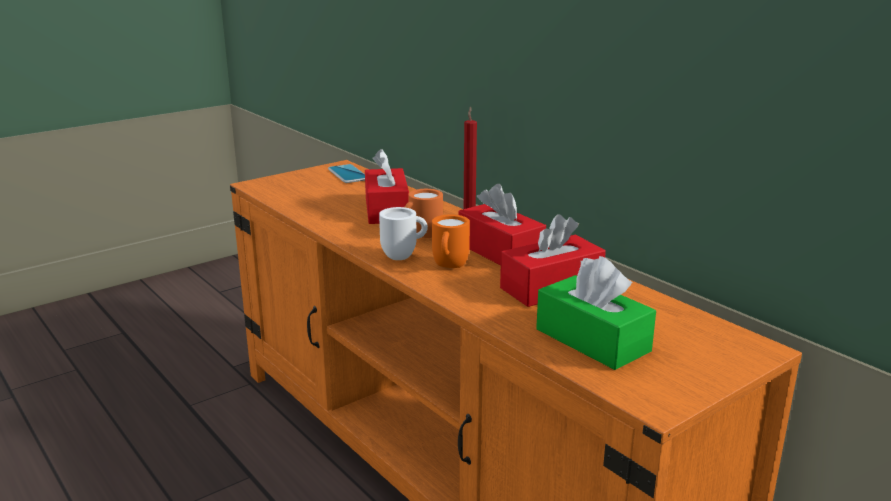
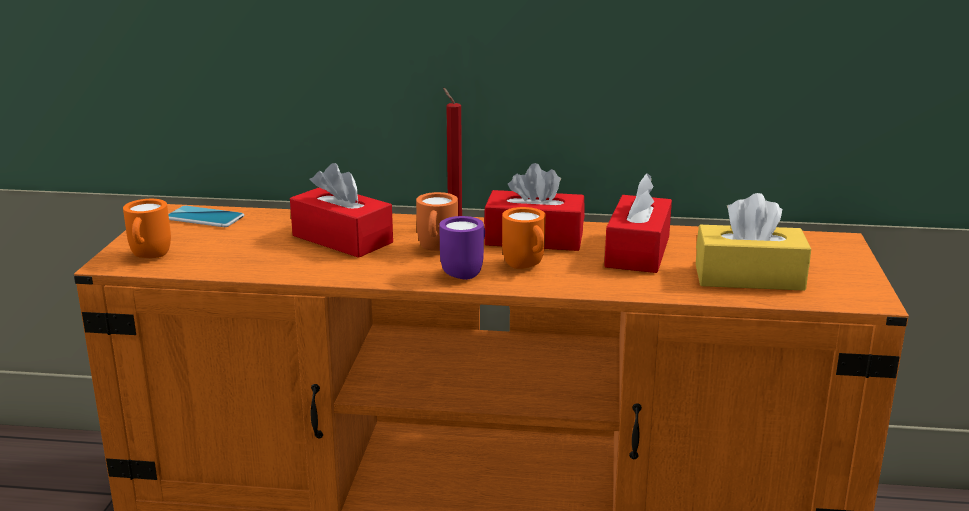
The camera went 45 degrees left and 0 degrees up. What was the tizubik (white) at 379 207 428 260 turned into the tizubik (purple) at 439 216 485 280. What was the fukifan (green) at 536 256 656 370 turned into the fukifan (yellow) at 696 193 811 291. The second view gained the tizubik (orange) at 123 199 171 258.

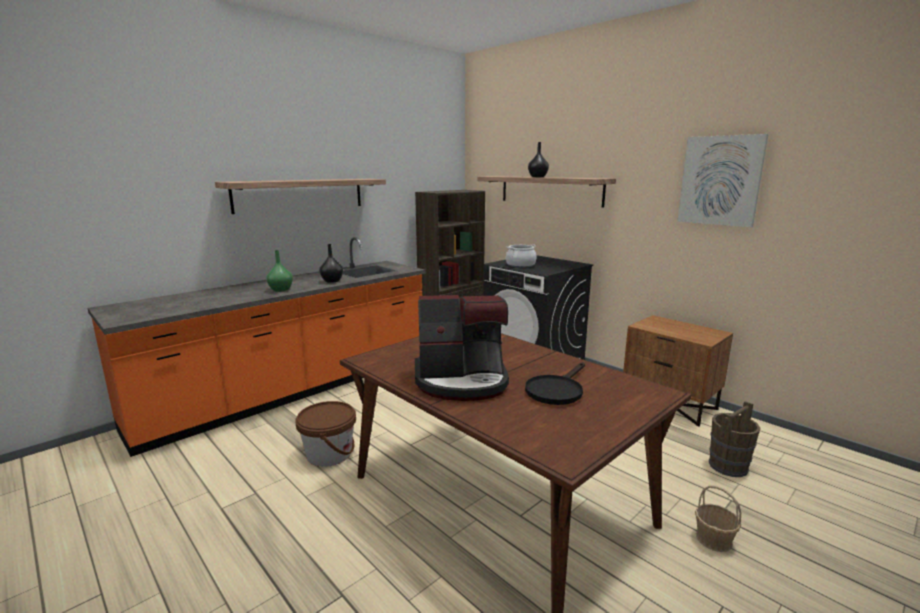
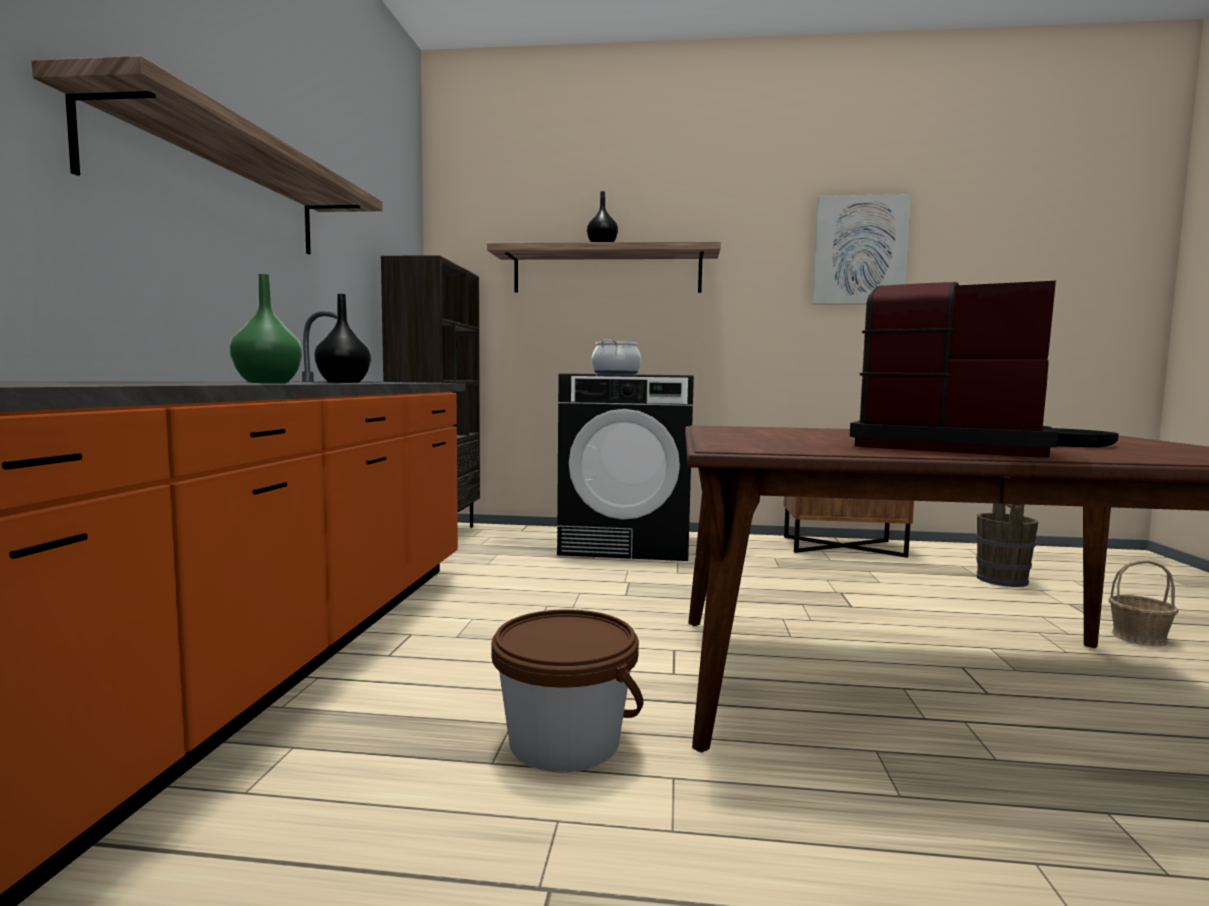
The camera went 40 degrees left and 10 degrees down. The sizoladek at 415 295 509 401 ended up facing another way, 105 degrees counterclockwise from before.

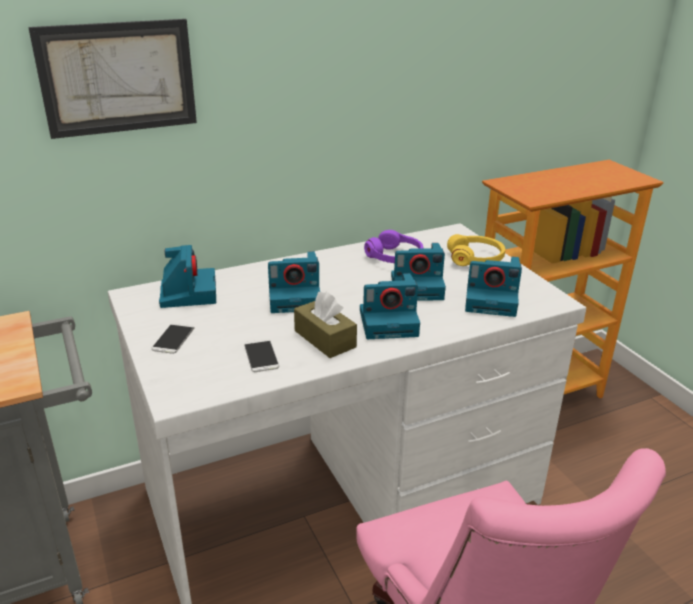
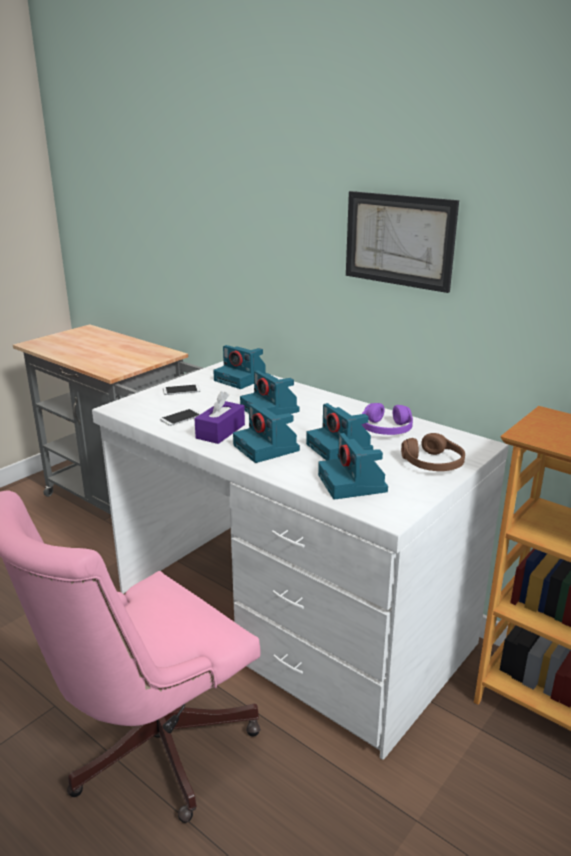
The camera went 65 degrees right and 5 degrees down. The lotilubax ended up elsewhere, having gone from 28 19 197 139 to 346 191 459 293. What was the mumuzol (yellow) at 447 234 505 266 turned into the mumuzol (brown) at 401 433 465 471. The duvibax at 159 245 216 308 ended up facing another way, 75 degrees clockwise from before. What was the fukifan (brown) at 294 292 357 358 turned into the fukifan (purple) at 194 392 245 444.

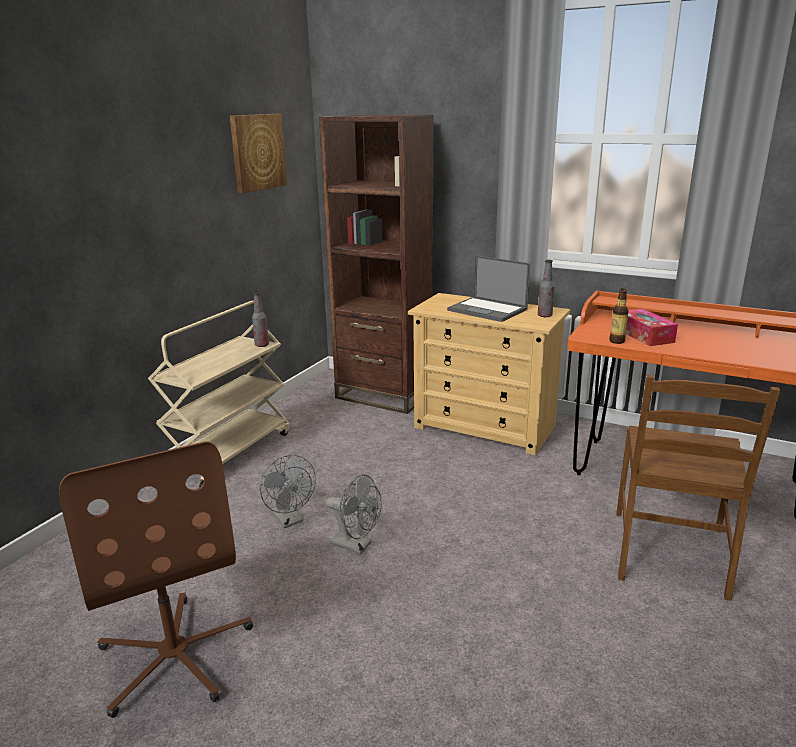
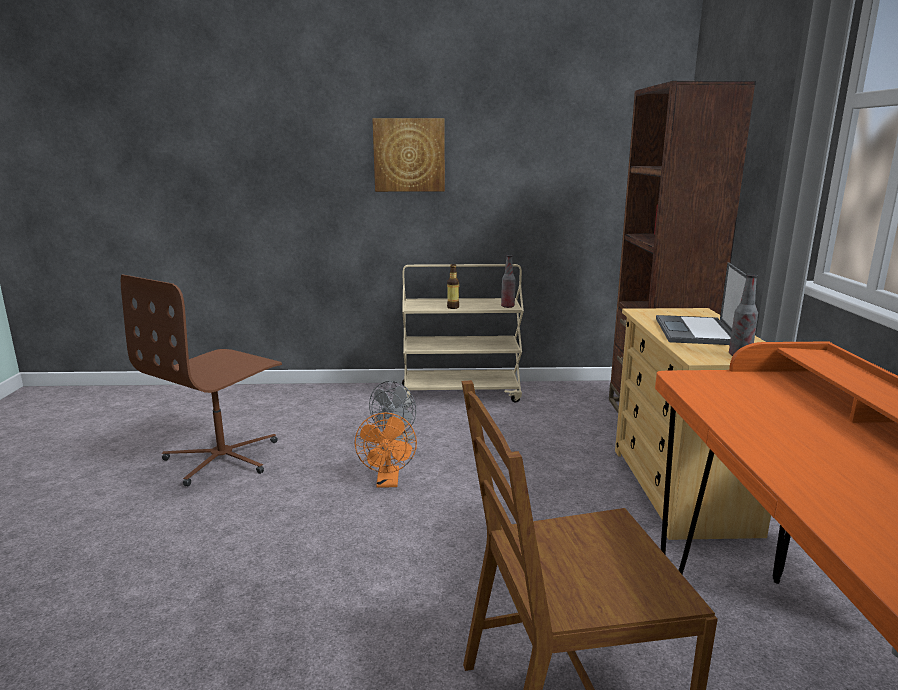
The camera went 60 degrees right and 5 degrees down. The lotilubax ended up elsewhere, having gone from 230 114 287 193 to 372 118 445 192. The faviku ended up elsewhere, having gone from 609 288 629 344 to 447 264 459 309. The second view lost the fukifan at 625 309 678 346. What was the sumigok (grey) at 325 475 382 554 turned into the sumigok (orange) at 355 413 417 488.

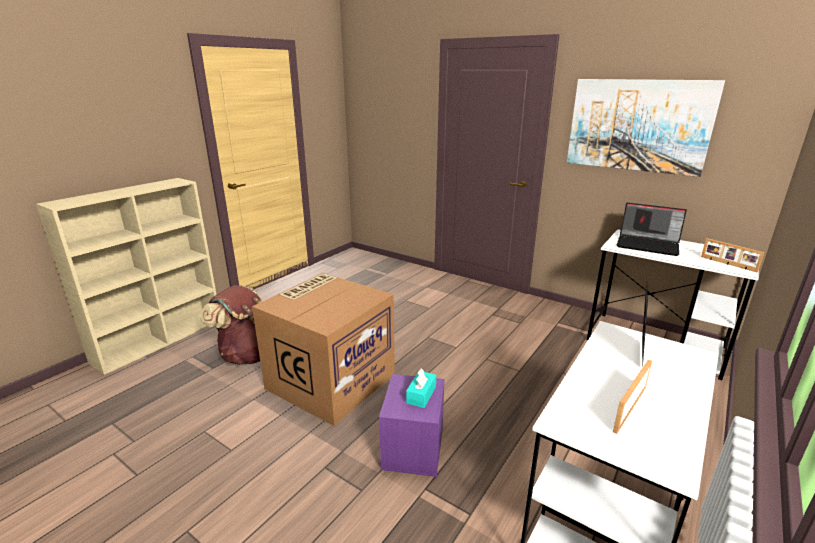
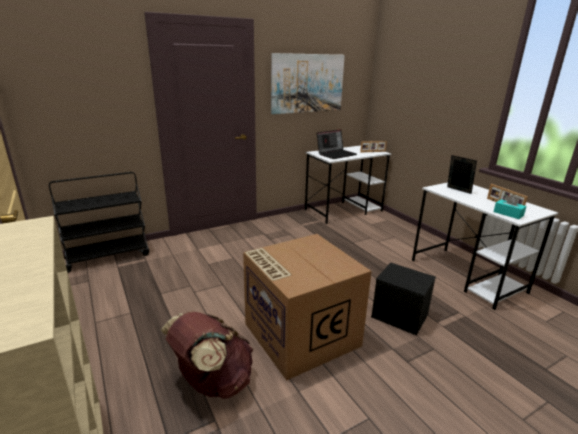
The camera went 65 degrees left and 0 degrees up. The fukifan (turquoise) ended up elsewhere, having gone from 406 369 436 408 to 493 195 527 219. What was the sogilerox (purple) at 379 374 445 477 turned into the sogilerox (black) at 371 262 436 336. The second view gained the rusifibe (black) at 49 172 149 273.

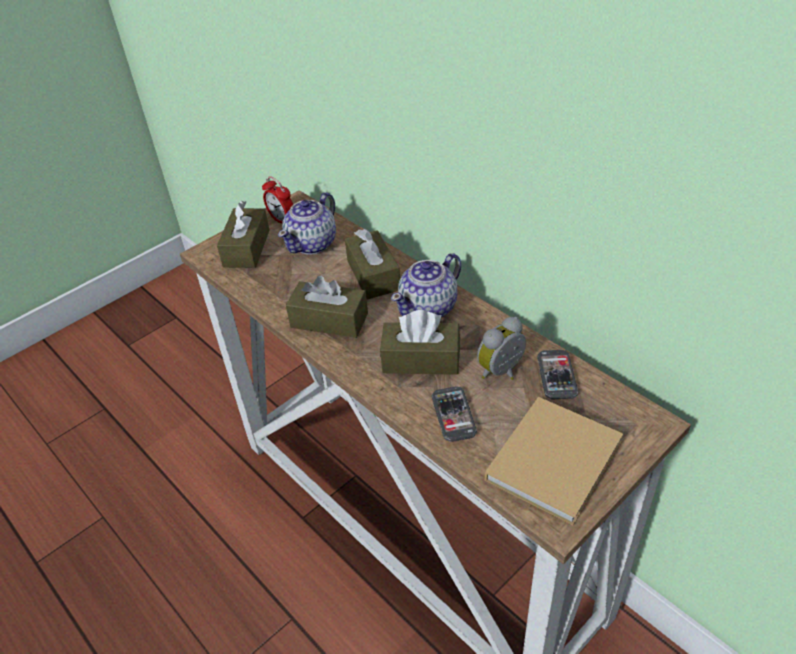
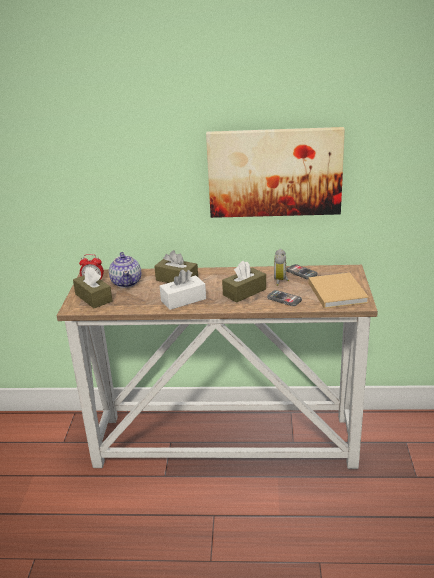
The camera went 45 degrees left and 15 degrees down. The second view lost the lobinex at 391 253 461 317. What was the fukifan (brown) at 286 276 368 338 turned into the fukifan (white) at 160 270 206 310. The second view gained the lotilubax at 206 127 345 218.

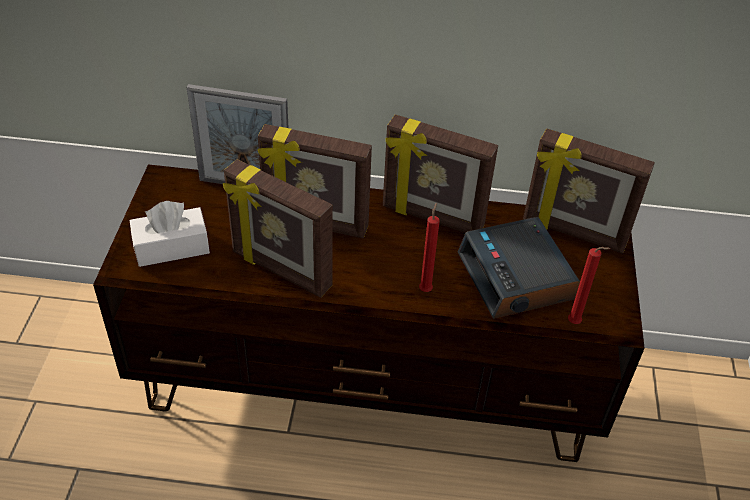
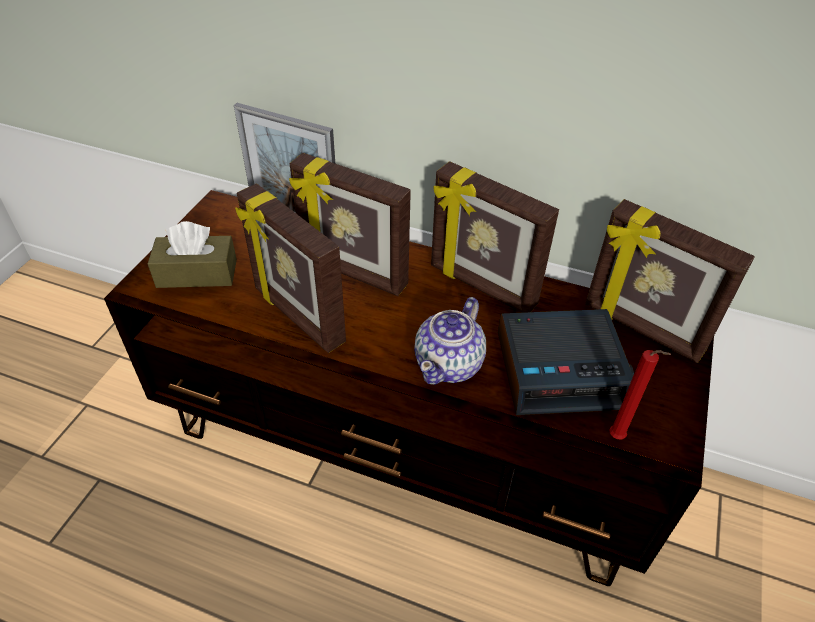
The camera went 15 degrees right and 0 degrees up. What was the fukifan (white) at 130 201 210 267 turned into the fukifan (brown) at 148 221 237 288. Where the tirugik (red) stood at 419 203 440 292, the lobinex came to stand at 414 297 486 385. The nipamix at 458 217 580 319 ended up facing another way, 90 degrees counterclockwise from before.

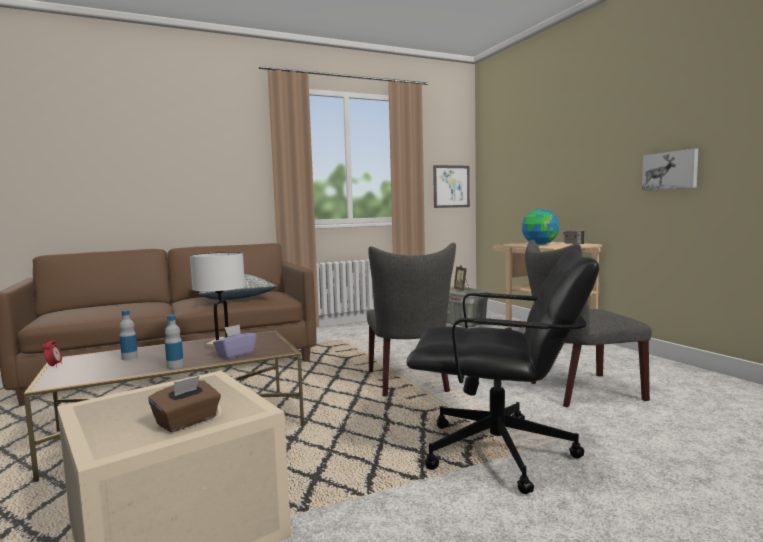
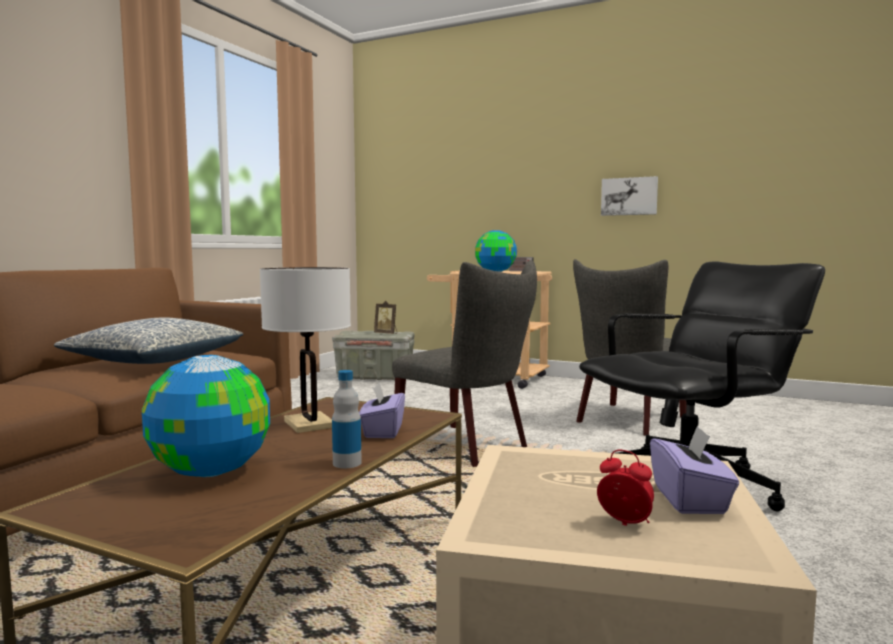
The camera went 40 degrees left and 0 degrees up. The second view lost the lotilubax at 433 165 470 208. Where the faviku stood at 119 310 138 360, the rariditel came to stand at 142 355 270 477. The nipamix ended up elsewhere, having gone from 42 337 62 368 to 597 450 654 526. What was the fukifan (brown) at 148 376 221 432 turned into the fukifan (purple) at 650 425 739 514.

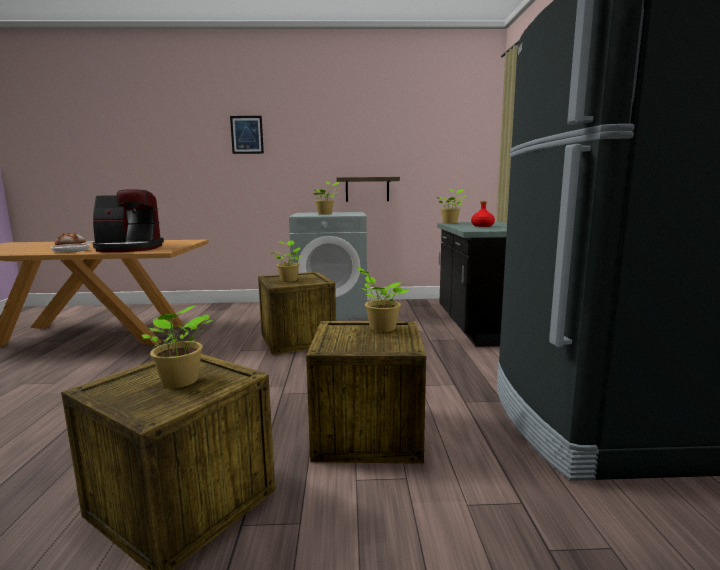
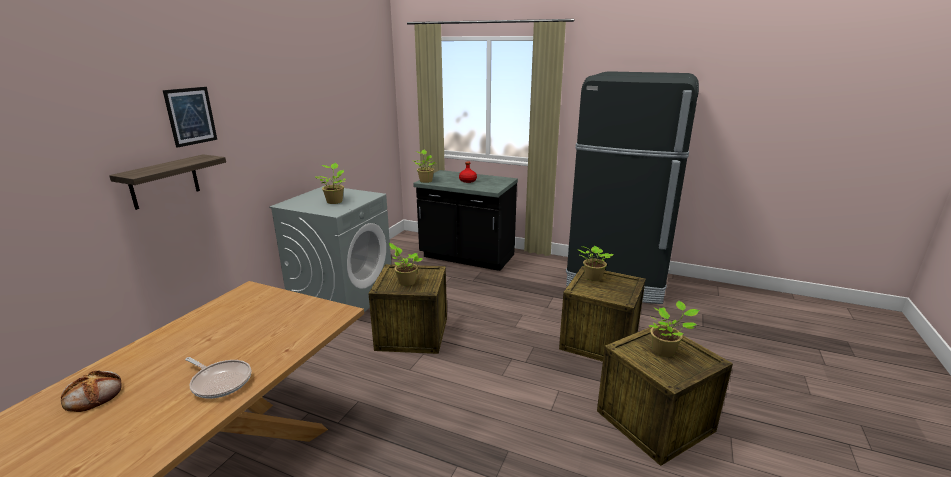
The camera went 65 degrees left and 10 degrees up. The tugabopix ended up elsewhere, having gone from 337 177 400 202 to 109 154 226 210. The second view lost the sizoladek at 93 189 164 252.

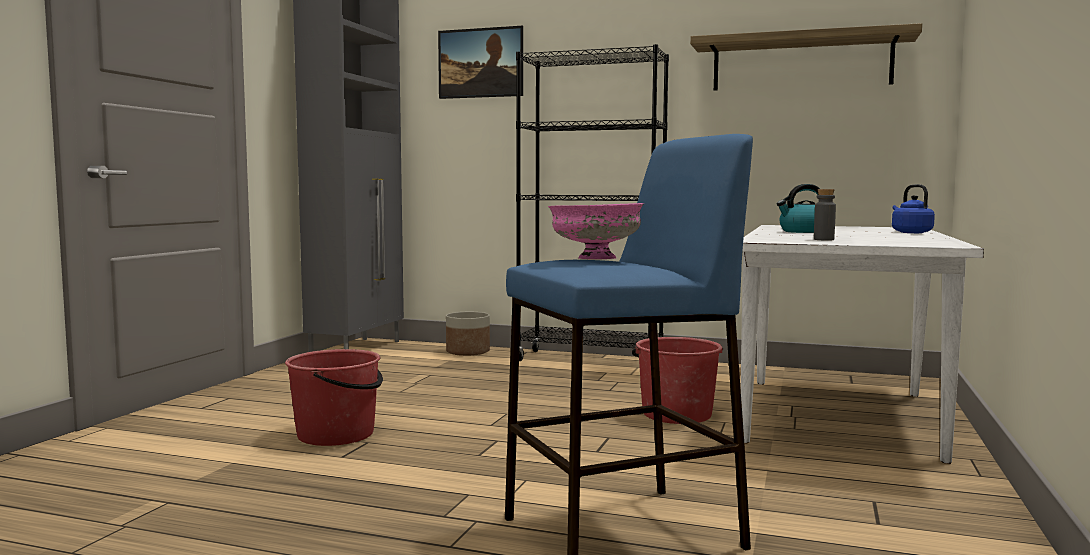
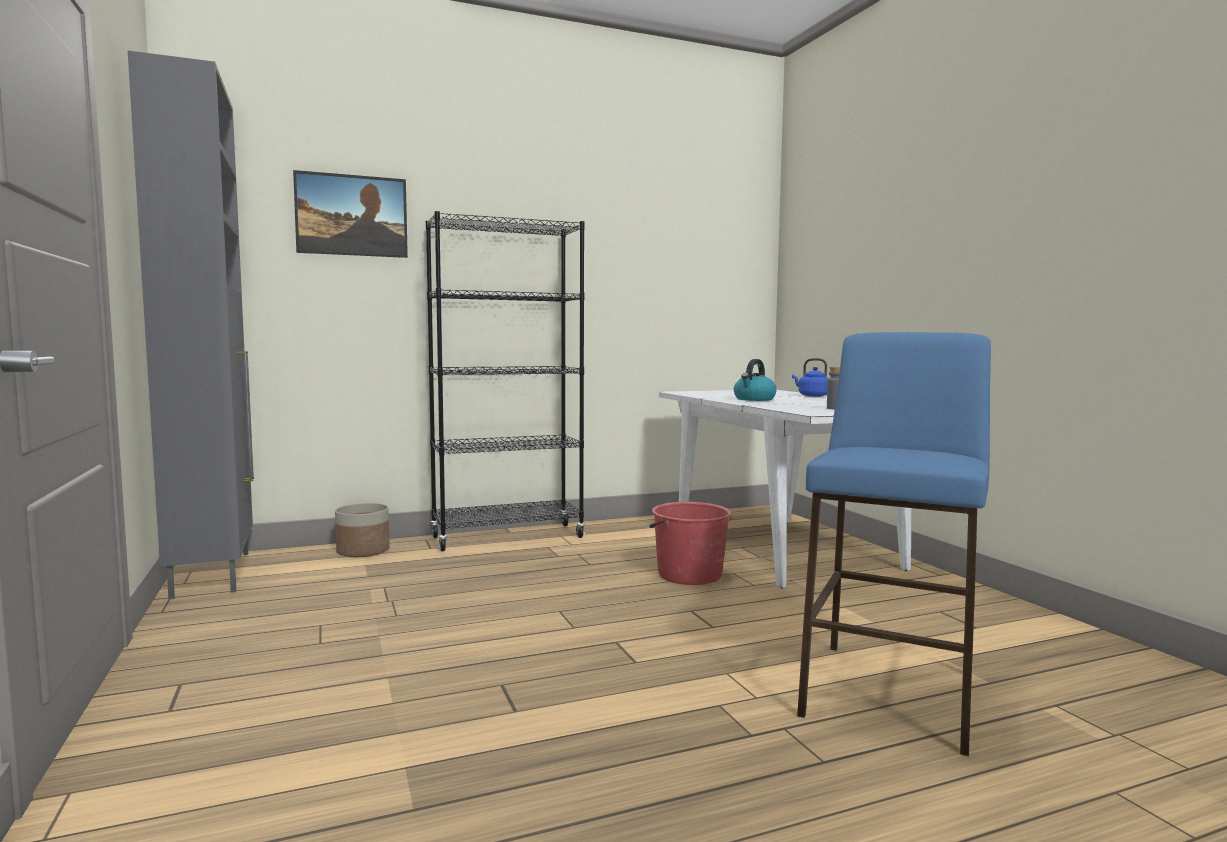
The camera went 40 degrees left and 0 degrees up. The second view lost the tugabopix at 690 23 922 91. The second view lost the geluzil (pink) at 548 203 644 259. The second view lost the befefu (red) at 285 349 383 446.

